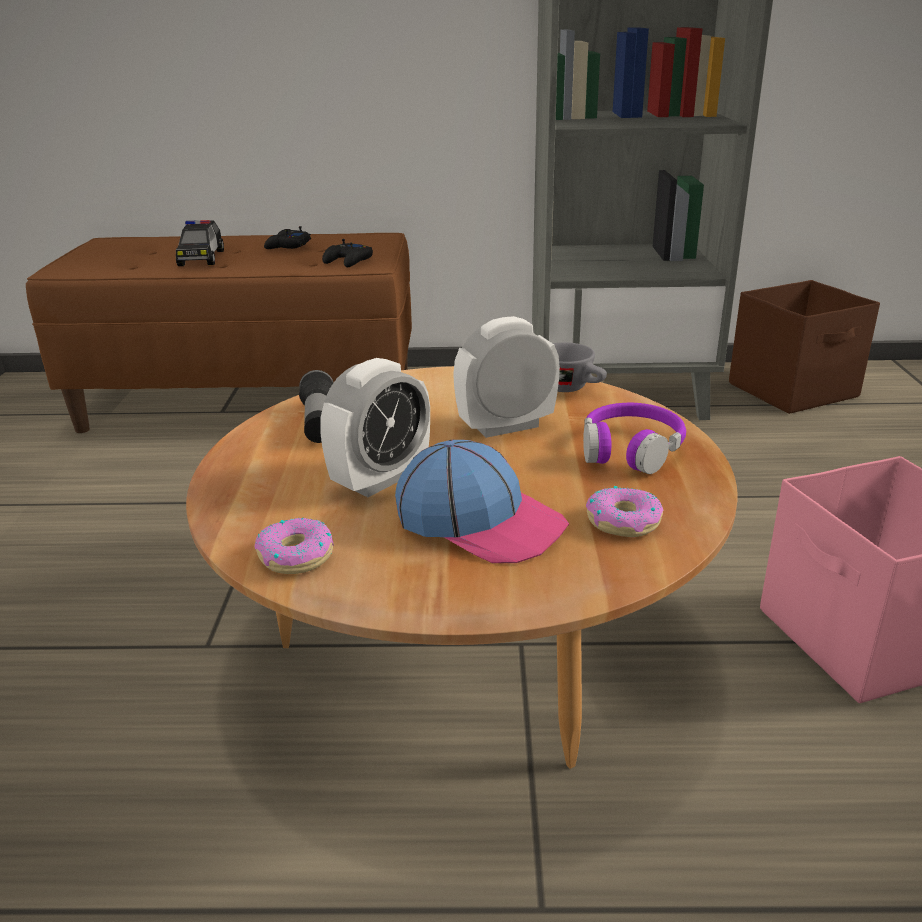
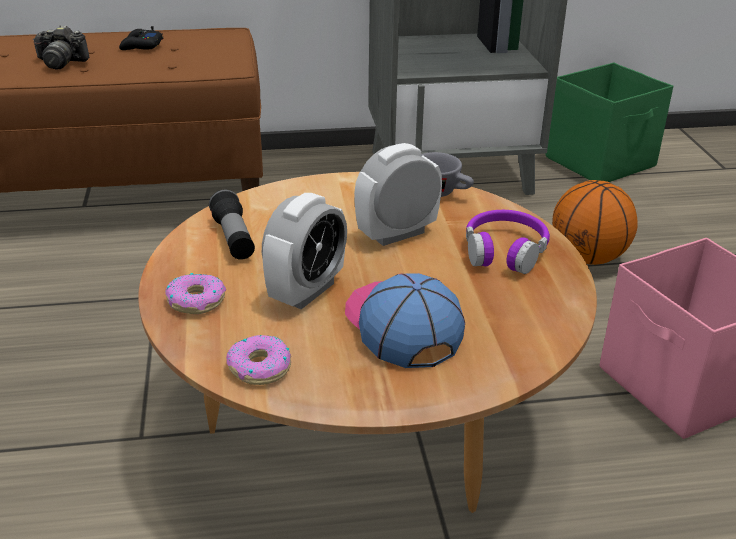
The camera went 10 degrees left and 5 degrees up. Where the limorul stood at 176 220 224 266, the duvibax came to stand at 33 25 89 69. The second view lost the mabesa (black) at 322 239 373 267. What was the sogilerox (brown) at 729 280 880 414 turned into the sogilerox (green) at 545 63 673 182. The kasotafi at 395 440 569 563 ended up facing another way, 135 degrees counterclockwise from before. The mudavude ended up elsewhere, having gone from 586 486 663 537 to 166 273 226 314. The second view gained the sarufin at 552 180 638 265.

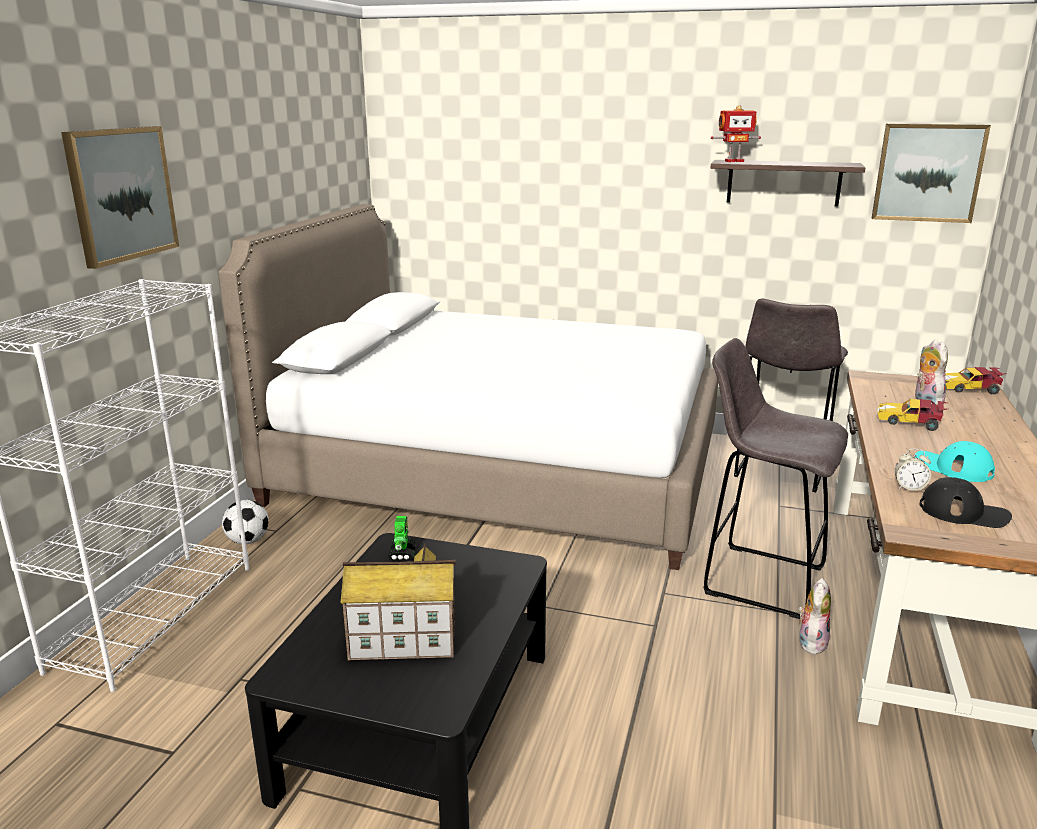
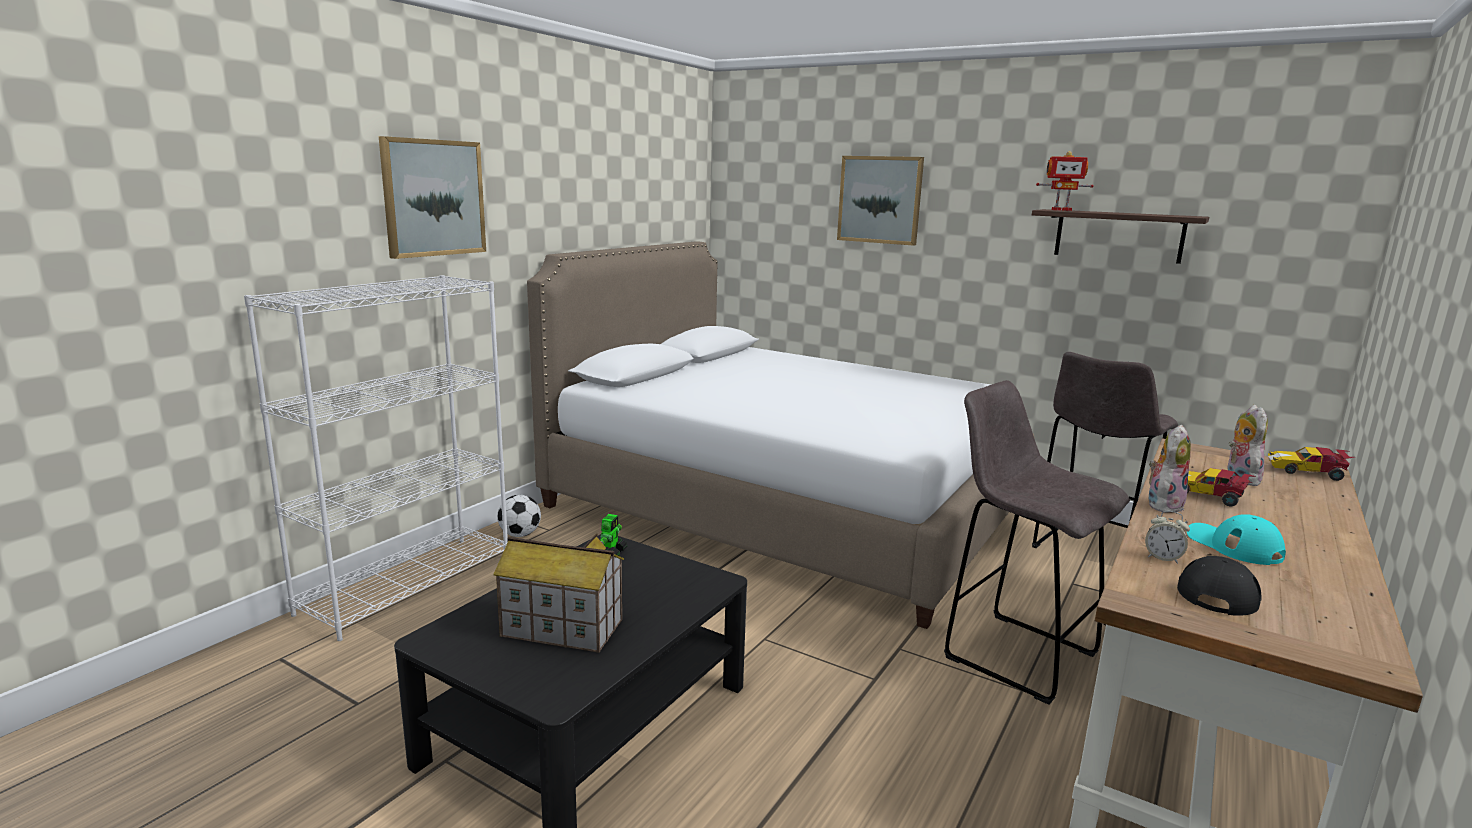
The camera went 15 degrees right and 5 degrees down. The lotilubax ended up elsewhere, having gone from 872 124 991 223 to 837 156 924 246. The kasotafi (black) at 920 477 1012 528 ended up facing another way, 90 degrees counterclockwise from before. The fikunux ended up elsewhere, having gone from 798 578 831 654 to 1149 425 1191 513.

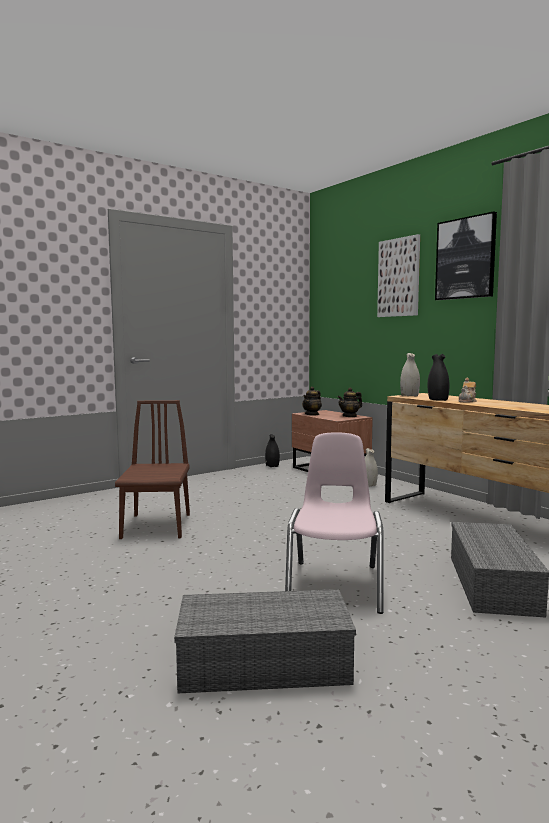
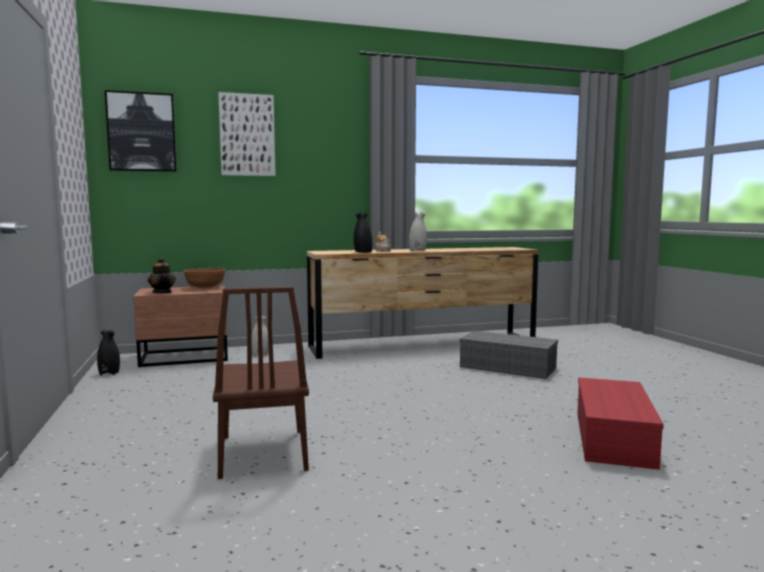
The camera went 70 degrees left and 0 degrees up. The lotilubax ended up elsewhere, having gone from 435 211 497 300 to 105 90 177 172. The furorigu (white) ended up elsewhere, having gone from 400 353 420 397 to 409 212 427 251. Where the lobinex stood at 338 387 362 417, the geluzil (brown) came to stand at 183 268 226 289. The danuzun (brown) at 115 400 190 539 ended up facing another way, 120 degrees counterclockwise from before. The second view lost the danuzun (pink) at 285 432 384 614. What was the sogilerox (grey) at 174 589 356 694 turned into the sogilerox (red) at 577 377 664 470.

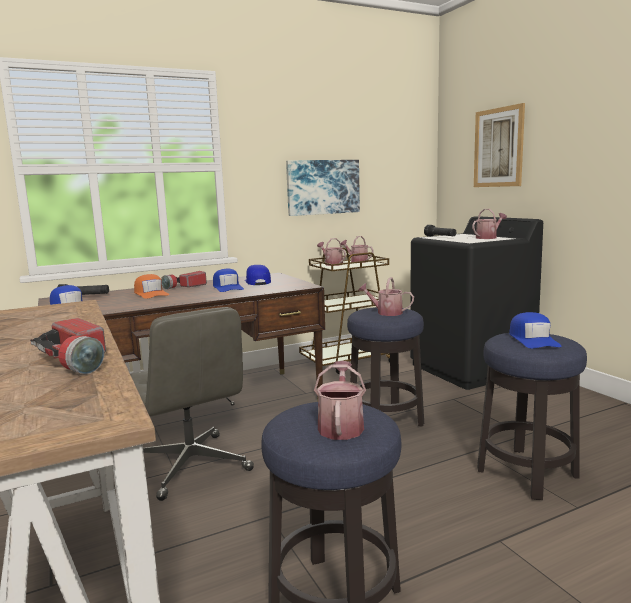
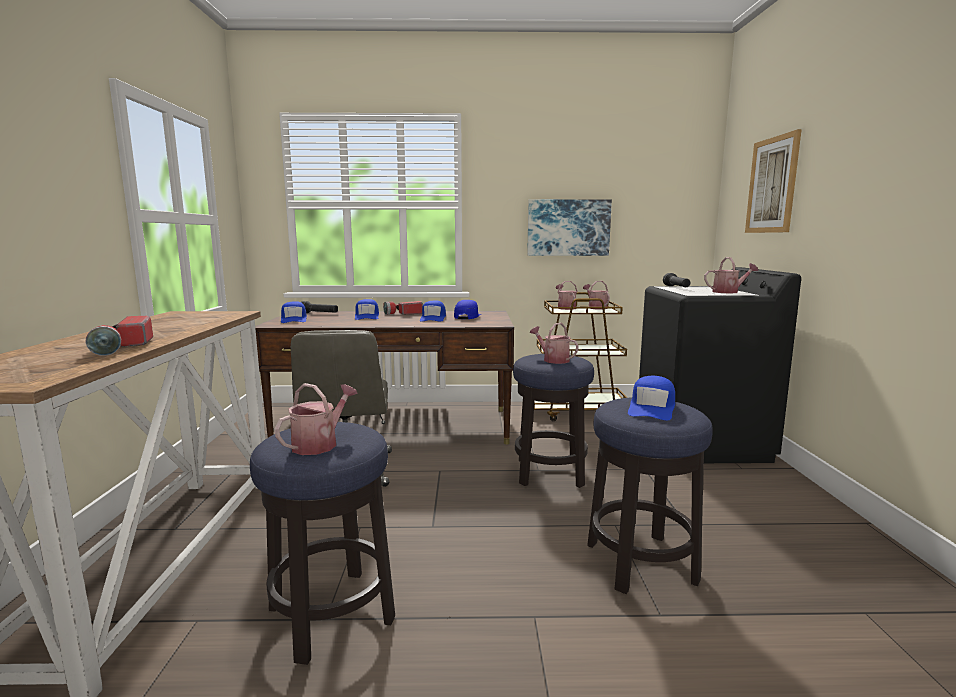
The camera went 25 degrees right and 0 degrees up. What was the kasotafi (orange) at 134 274 169 299 turned into the kasotafi (blue) at 355 299 379 320.

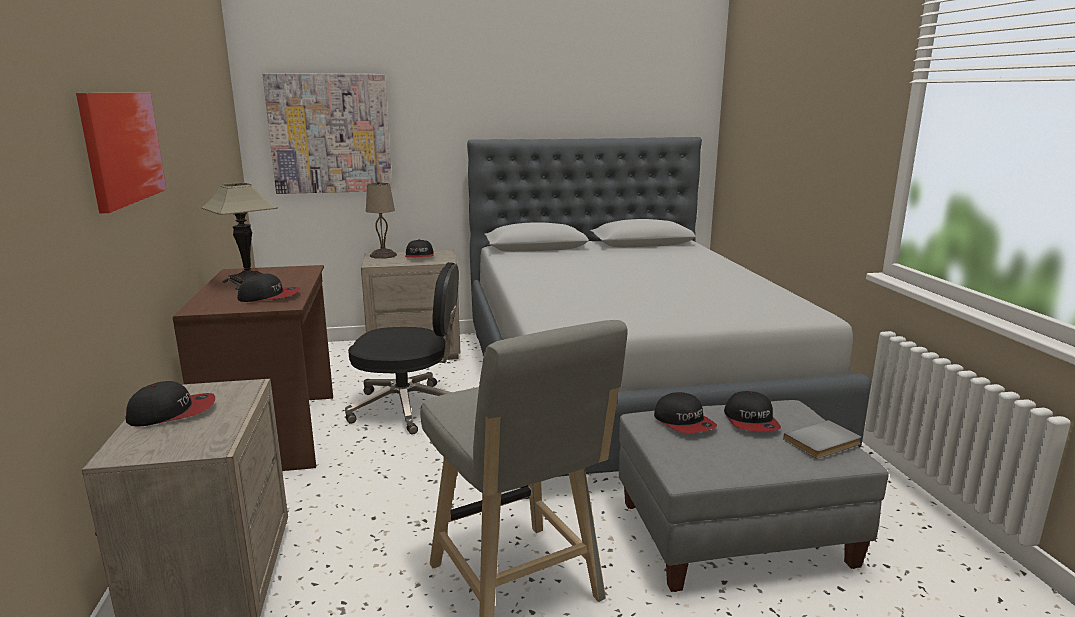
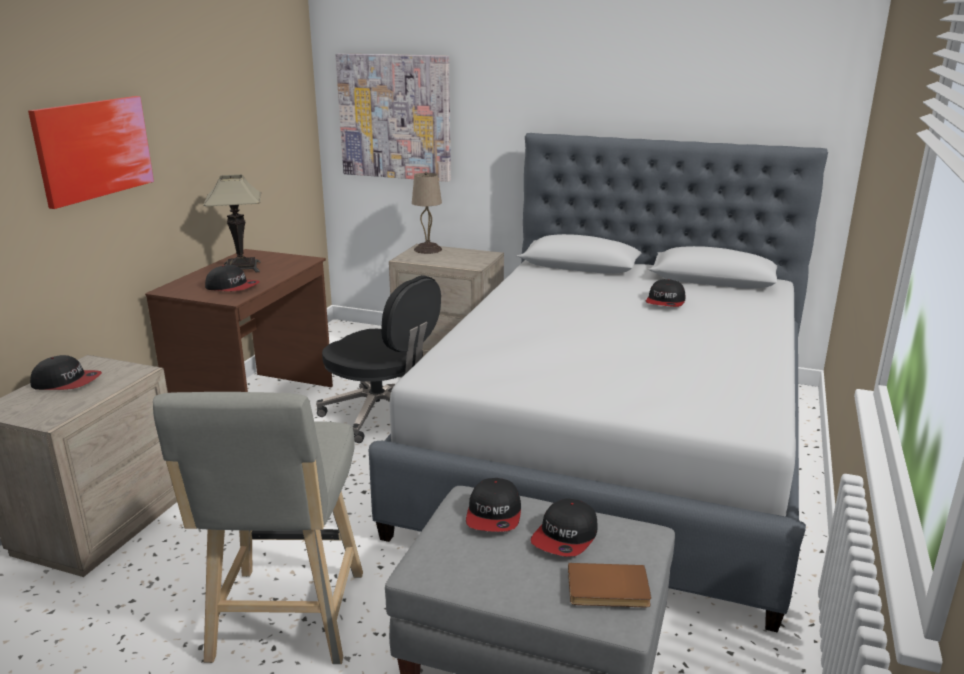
The camera went 30 degrees right and 5 degrees up. The kasotafi ended up elsewhere, having gone from 405 239 434 257 to 645 279 685 307. What was the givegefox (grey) at 783 420 862 458 turned into the givegefox (brown) at 568 563 651 607.

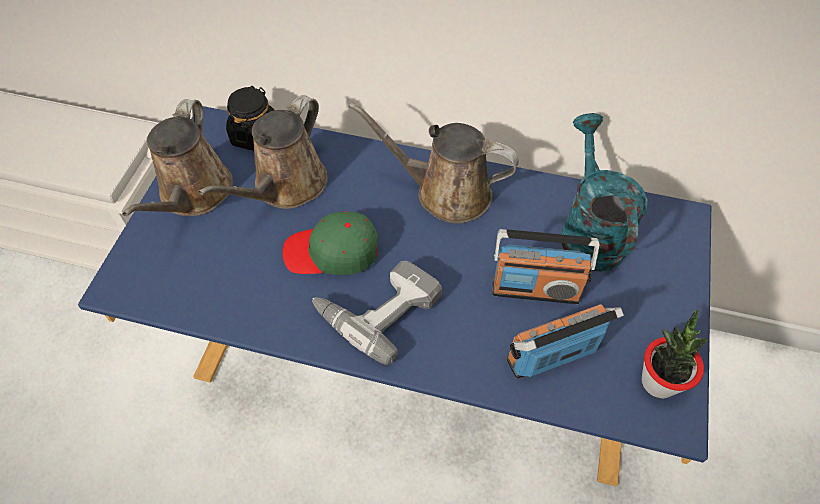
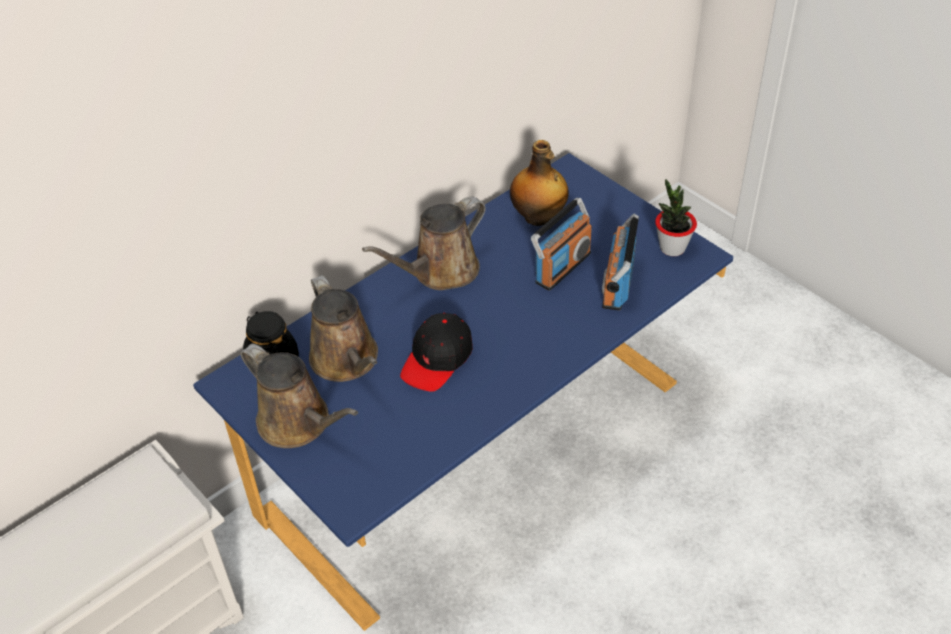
The camera went 55 degrees left and 10 degrees down. Where the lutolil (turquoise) stood at 562 113 648 271, the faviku came to stand at 510 140 569 226. What was the kasotafi (green) at 282 211 378 275 turned into the kasotafi (black) at 400 313 473 392. The second view lost the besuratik at 312 261 442 365.

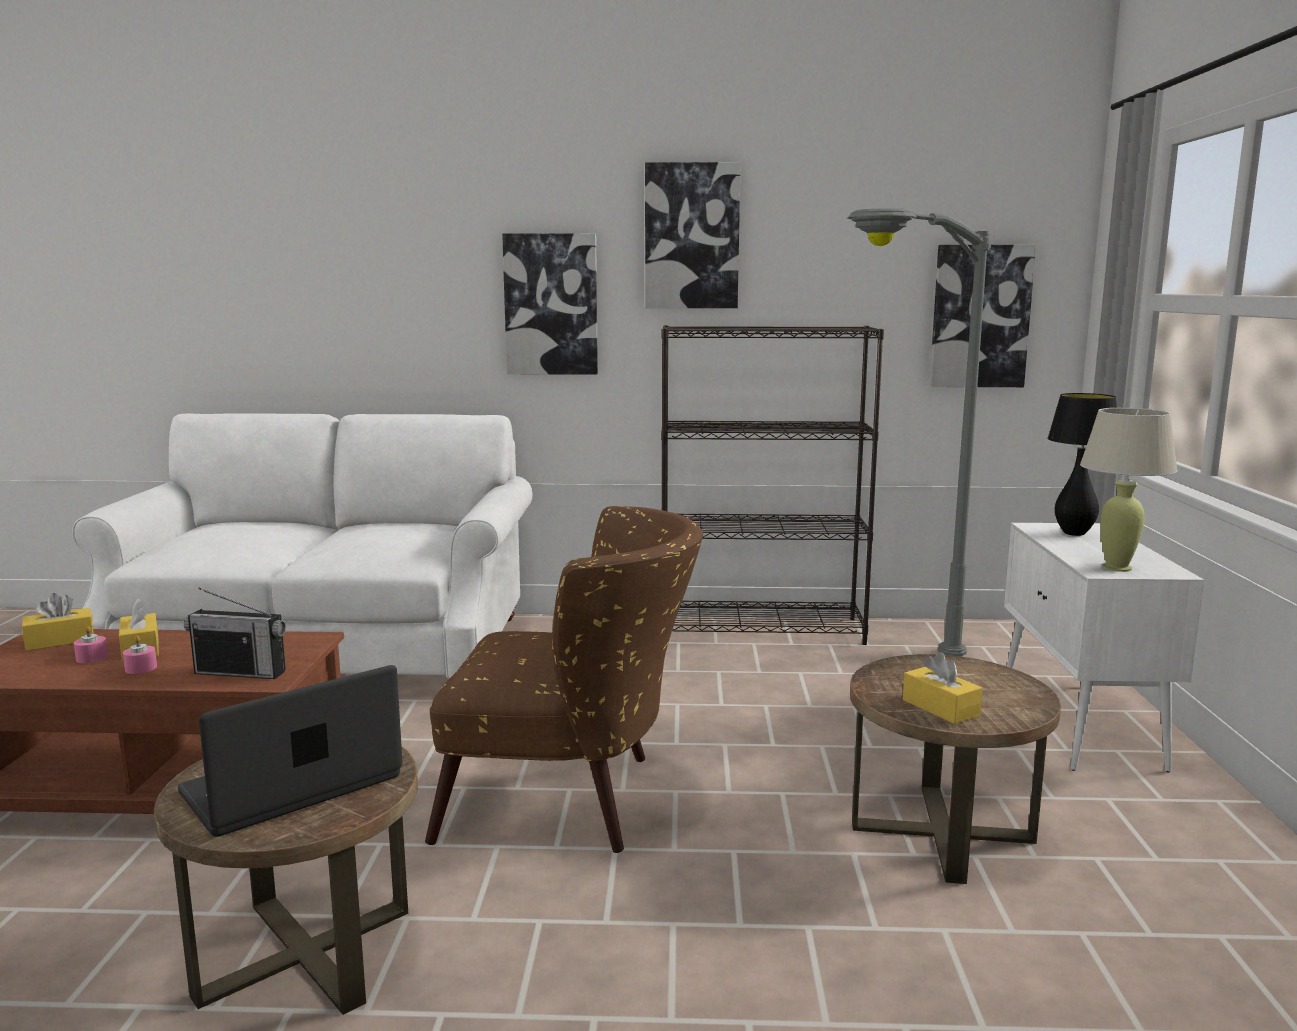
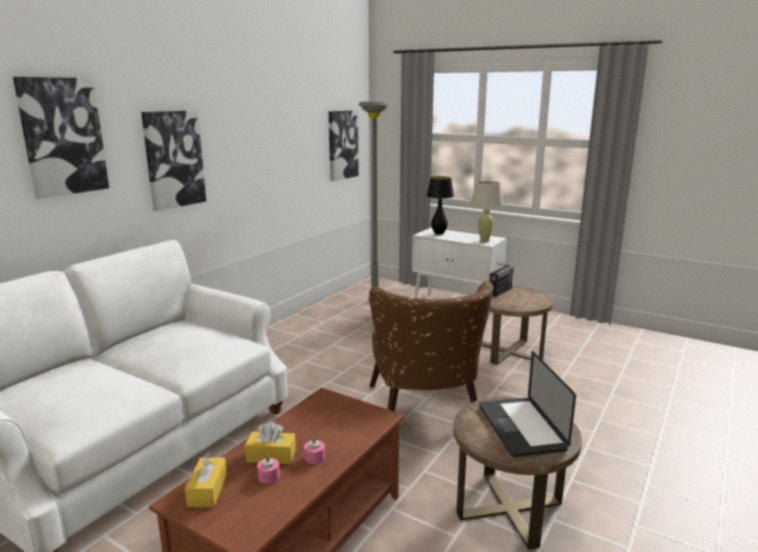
The camera went 60 degrees left and 5 degrees up. The lotilubax ended up elsewhere, having gone from 645 162 741 308 to 13 77 109 199. The second view lost the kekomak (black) at 661 325 884 645. The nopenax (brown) at 425 506 703 853 ended up facing another way, 135 degrees clockwise from before. The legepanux ended up elsewhere, having gone from 184 588 286 679 to 489 263 514 297. The second view lost the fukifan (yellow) at 903 652 982 724.

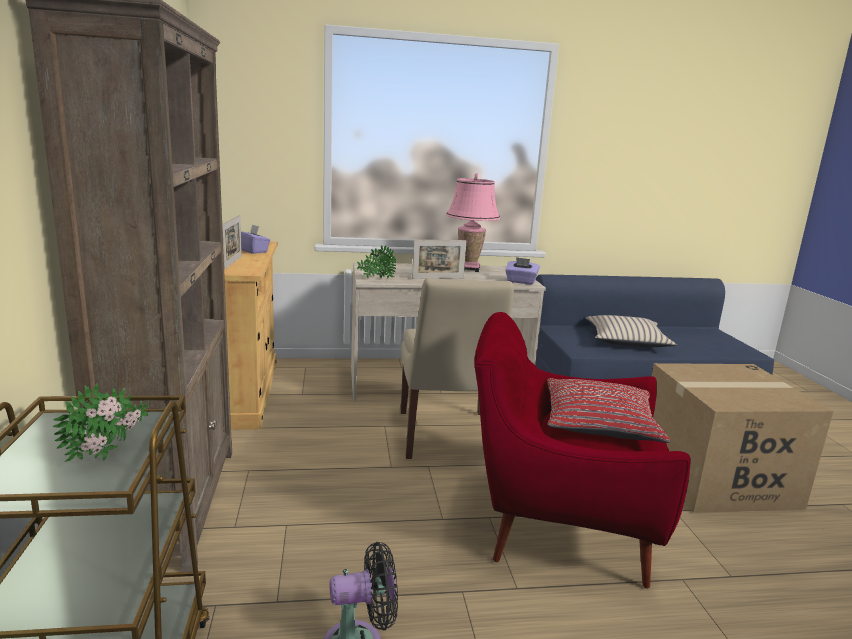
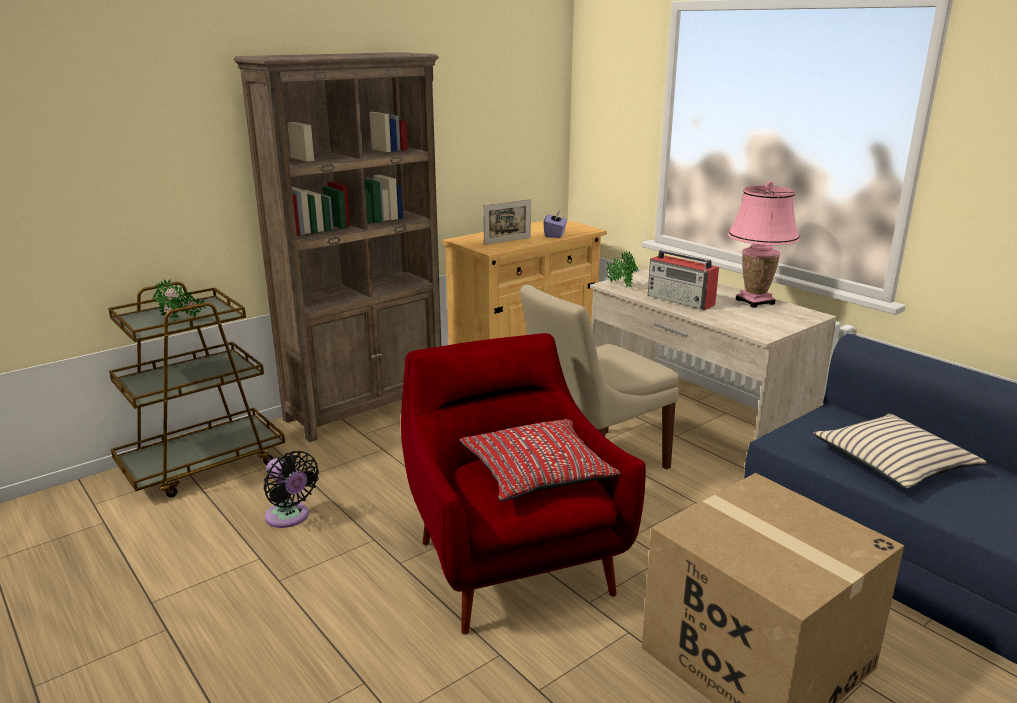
The camera went 60 degrees right and 5 degrees up. Where the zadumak stood at 412 240 467 279, the legepanux came to stand at 648 250 719 310. The second view lost the fukifan (purple) at 505 257 540 285.

